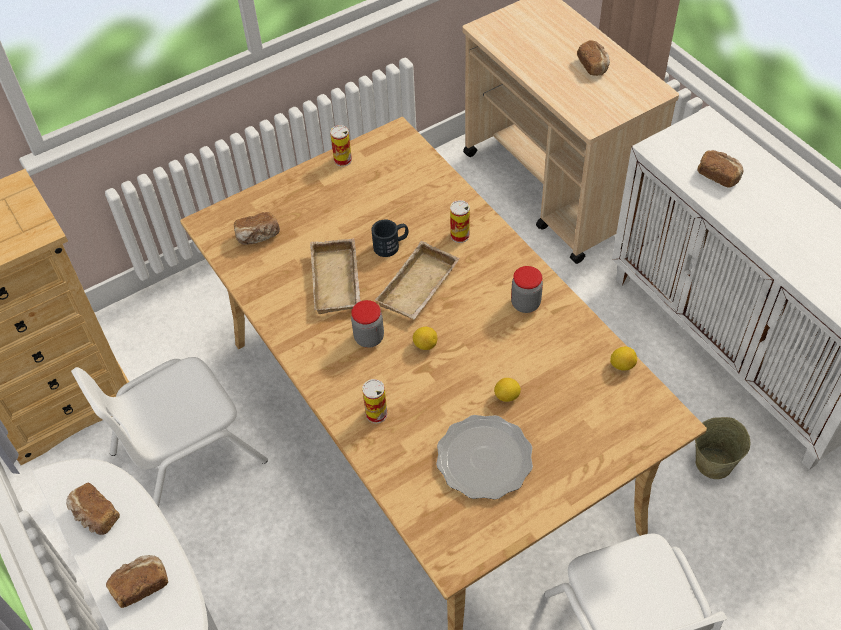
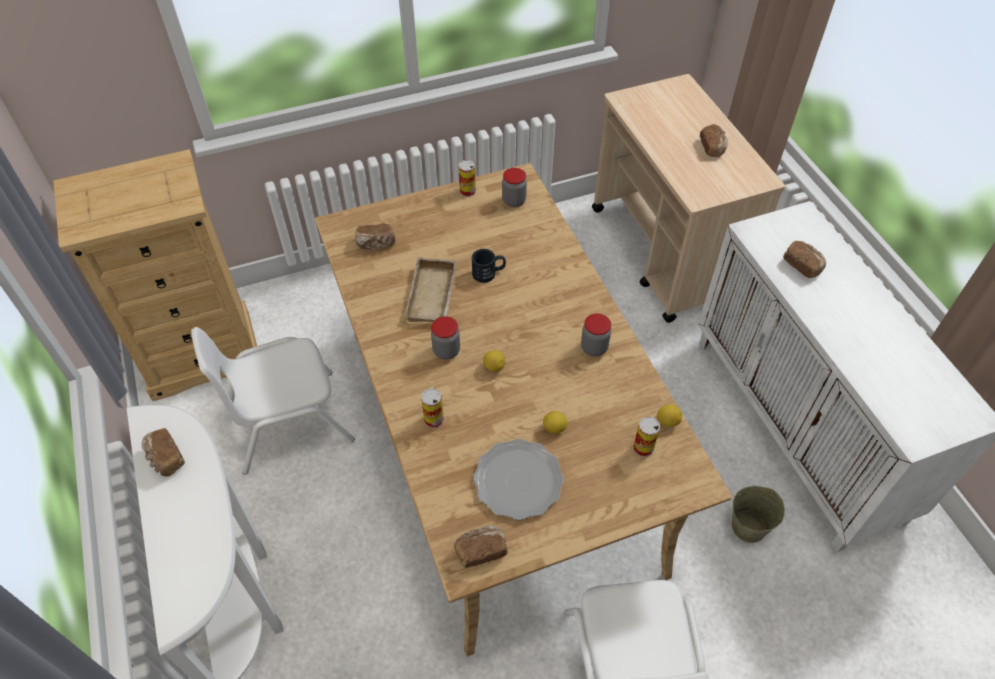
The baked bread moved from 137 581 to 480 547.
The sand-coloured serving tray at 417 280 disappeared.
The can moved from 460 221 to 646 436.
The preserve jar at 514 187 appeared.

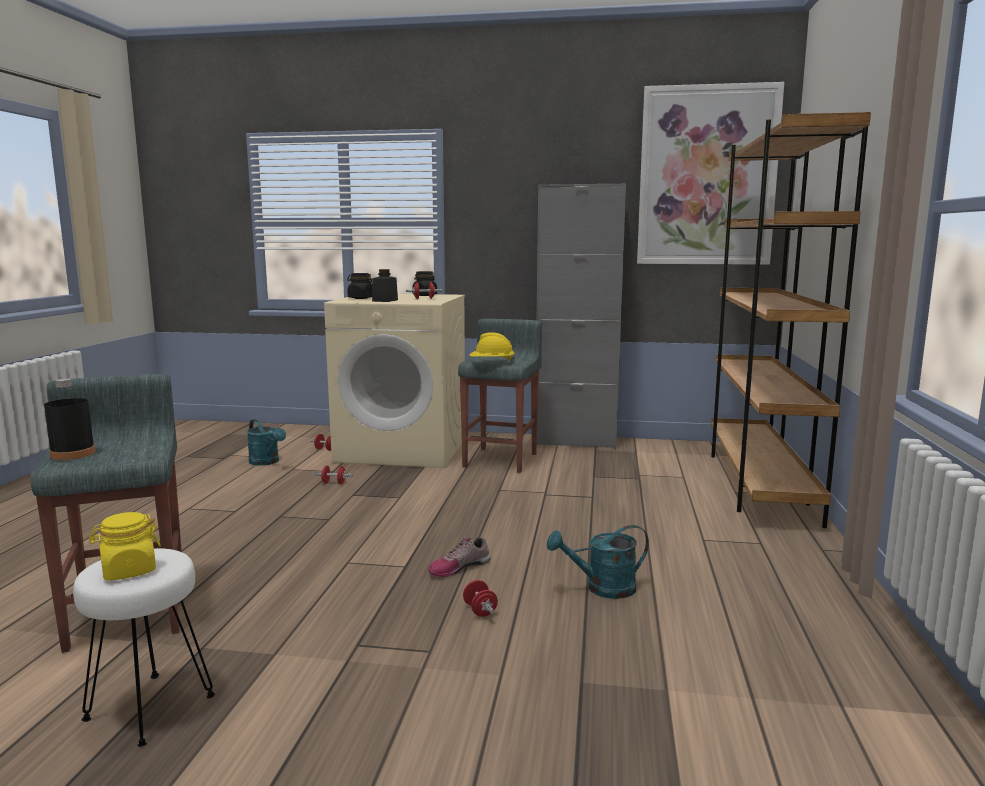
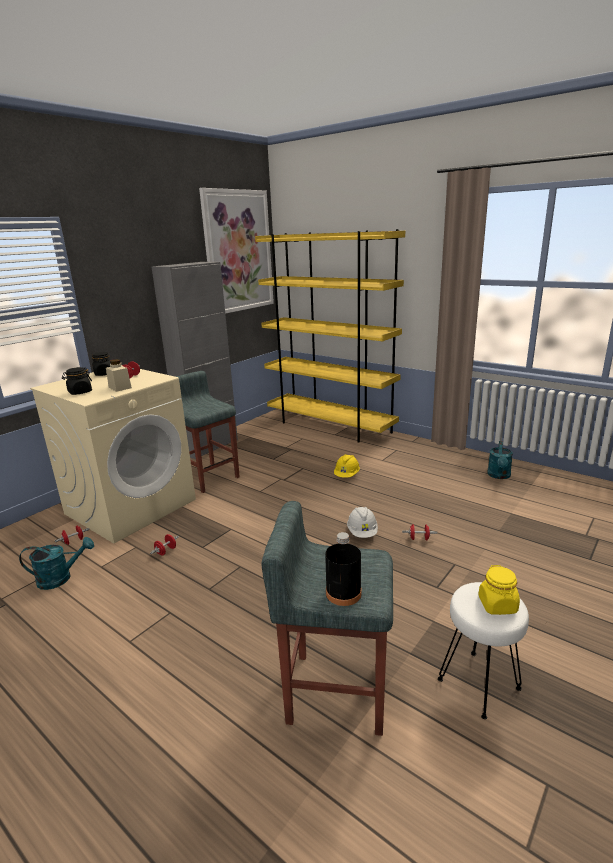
The blackish preserve jar at 385 285 became the sand-coloured preserve jar at 119 375.
The low shoe at 459 557 was replaced by the white-coloured safety helmet at 362 522.
The yellowish safety helmet moved from 492 347 to 347 466.
The turquoise sprinkling can moved from 598 562 to 500 460.
The brown-coloured shelving unit at 791 320 became the yellowish shelving unit at 330 336.

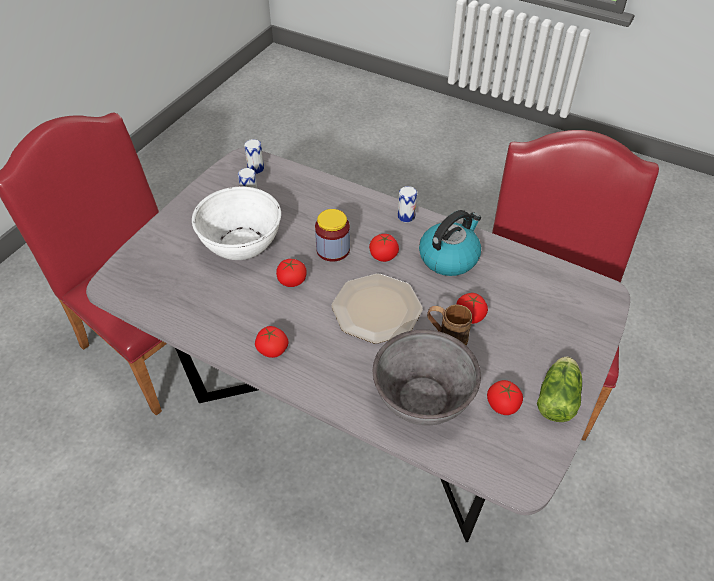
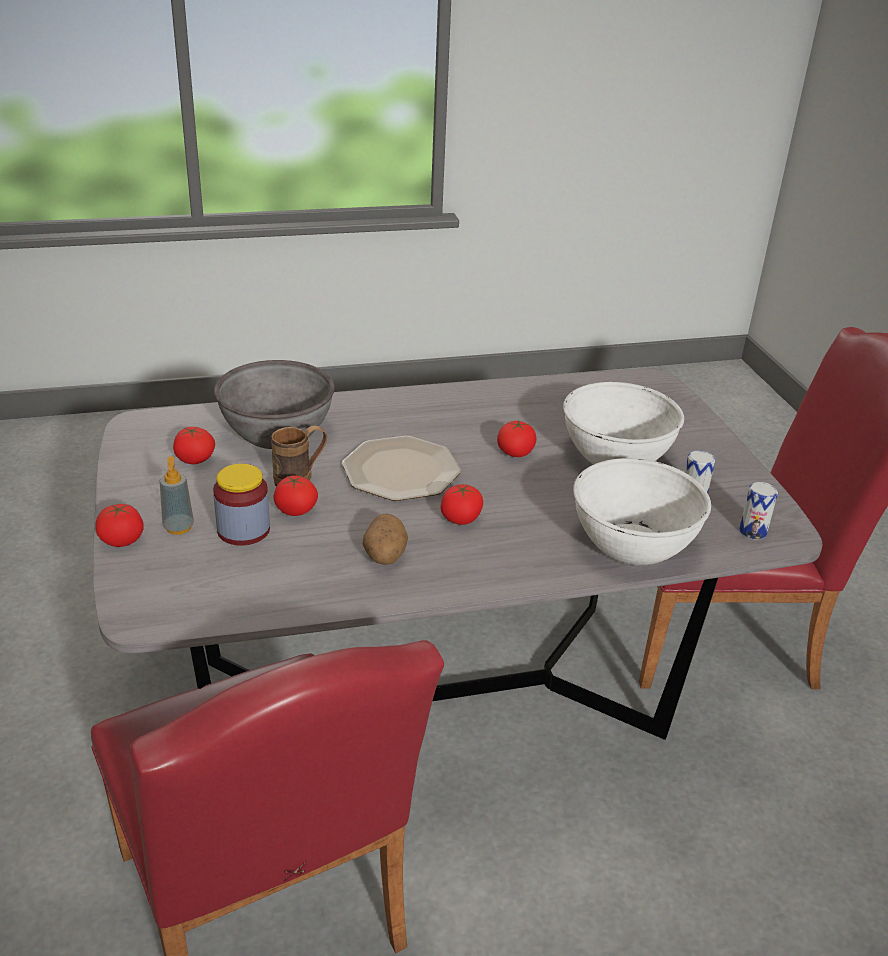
The fresh tomato moved from 272 342 to 119 525.
The preserve jar moved from 332 235 to 241 505.
The can at 407 204 disappeared.
The water kettle at 450 243 was replaced by the potato at 385 539.
The lettuce head at 559 389 disappeared.
The soap dispenser at 176 495 appeared.
The white-coloured bowl at 642 511 appeared.

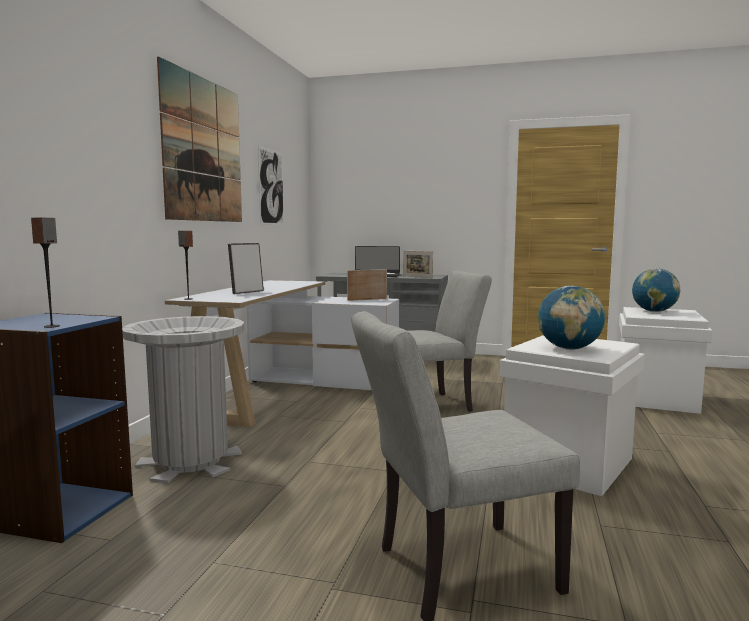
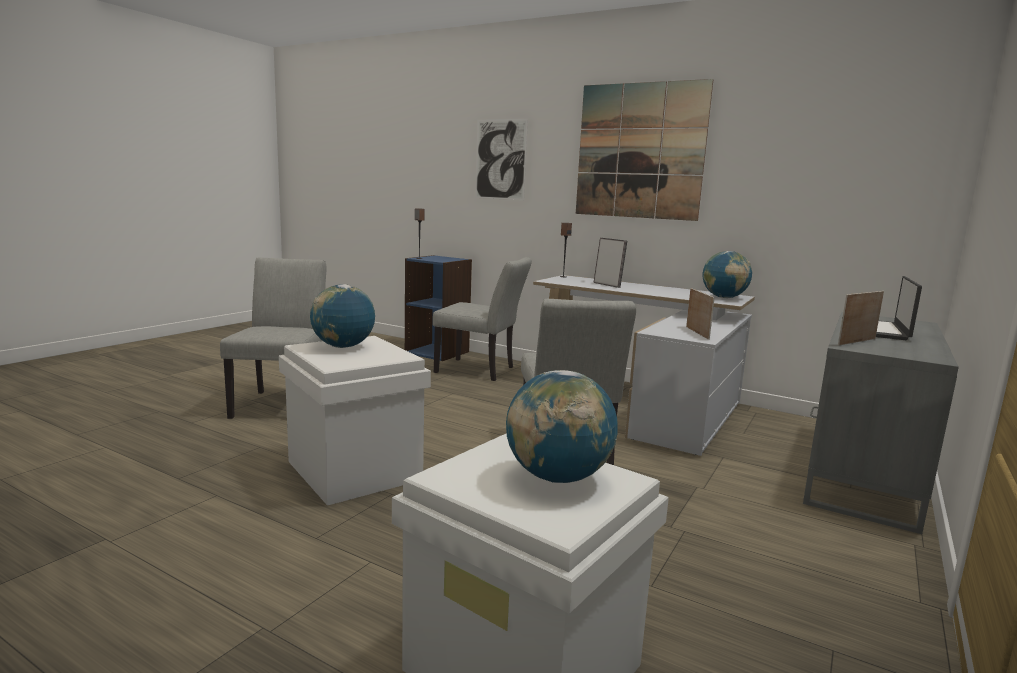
The greyish waste bin at 183 399 was replaced by the greyish chair at 482 319.
The wall picture moved from 271 185 to 501 159.
The desk globe at 727 274 appeared.

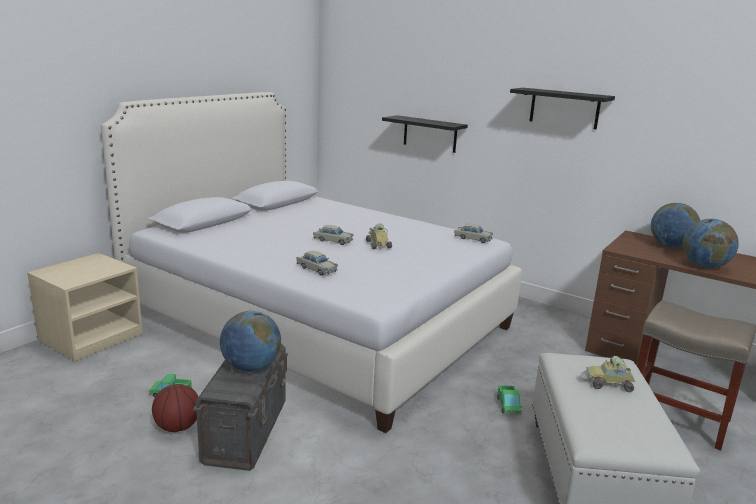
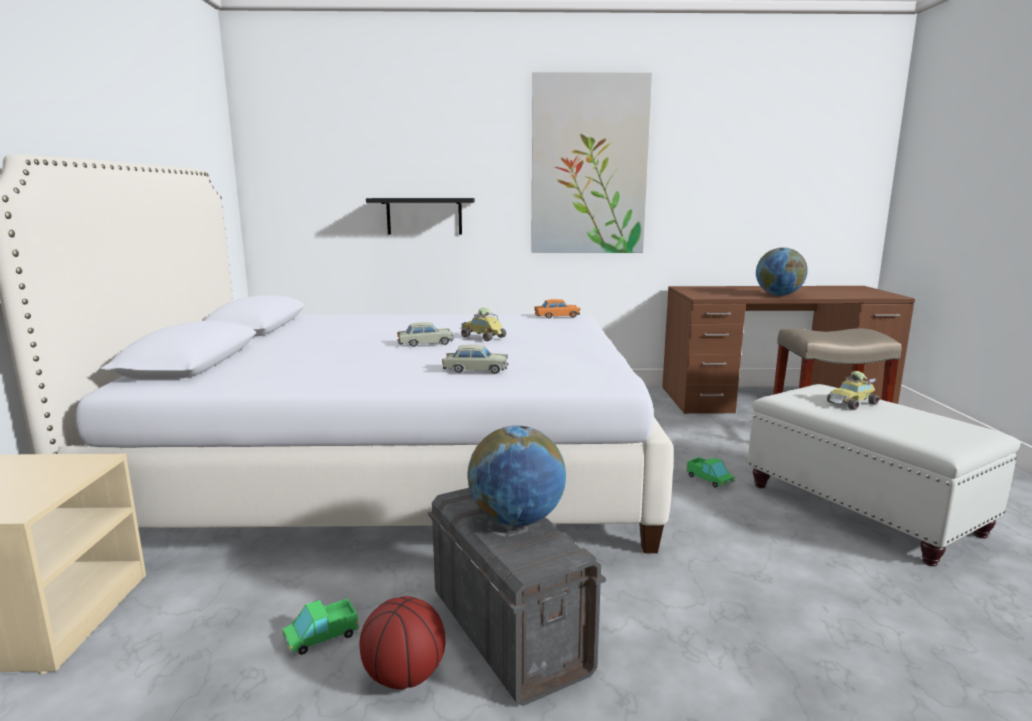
The sand-coloured miniature car at 474 233 became the orange miniature car at 557 308.
The blackish bracket shelf at 562 108 was replaced by the wall picture at 591 162.
The desk globe at 675 225 disappeared.

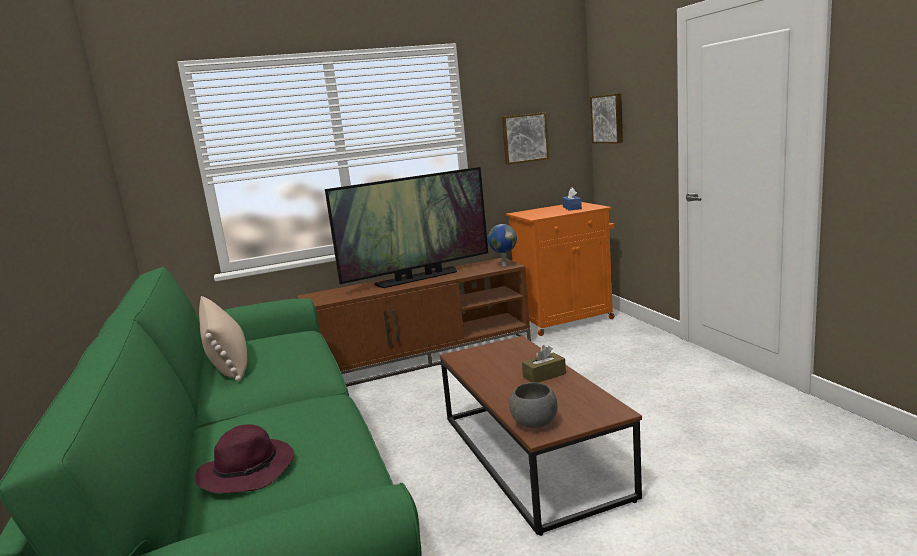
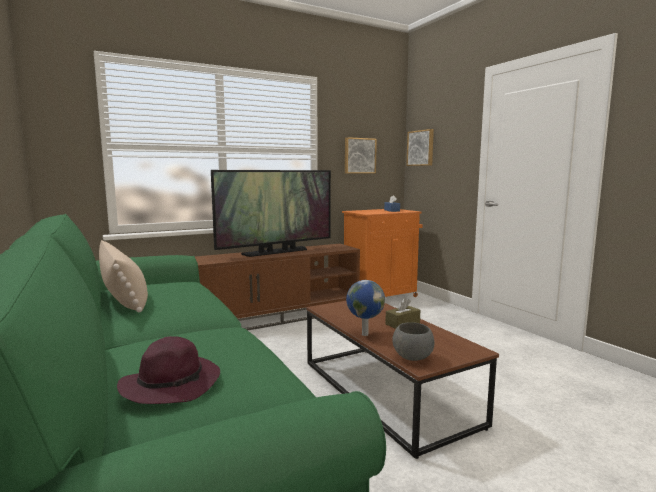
The desk globe moved from 502 245 to 365 308.

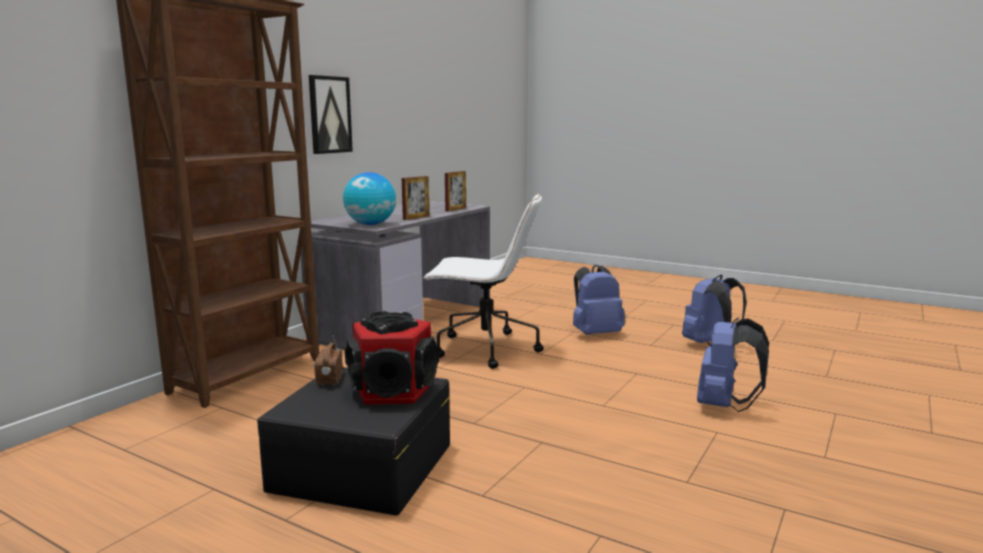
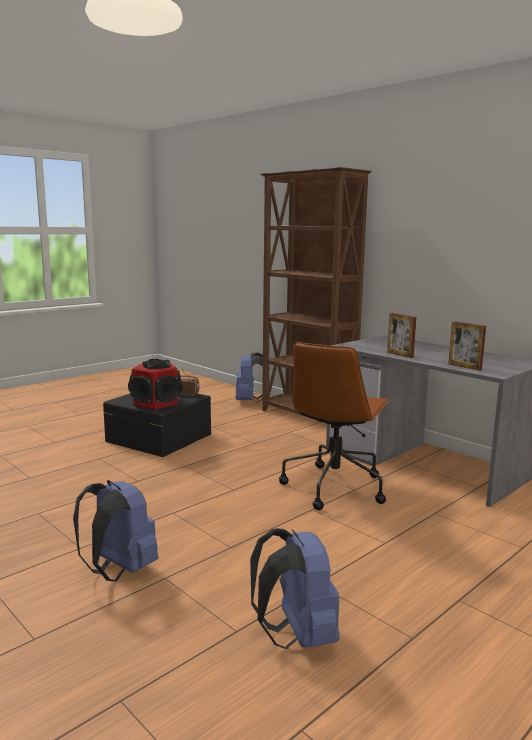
The wall picture at 331 114 disappeared.
The desk globe at 369 198 disappeared.
The white-coloured office chair at 483 281 became the brown-coloured office chair at 334 426.
The blue backpack moved from 599 299 to 249 377.

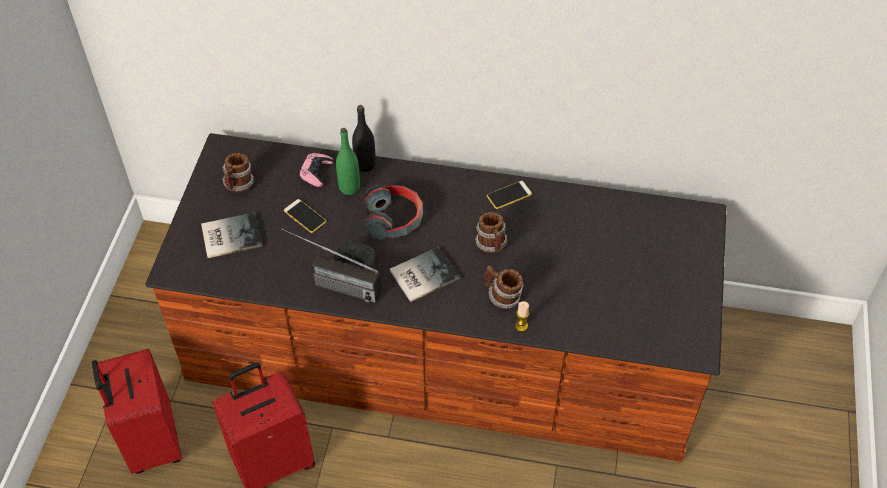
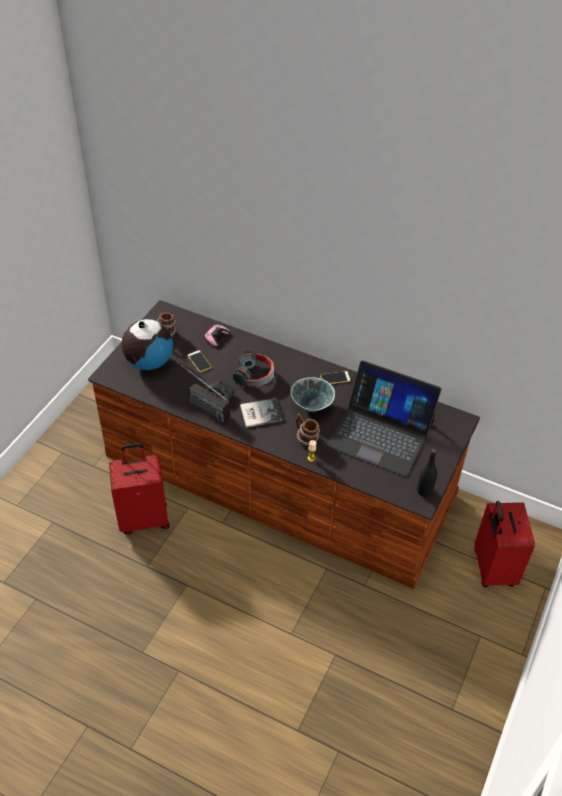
The red-coloured piece of luggage moved from 137 411 to 504 544.
The volume at 232 235 was replaced by the desk globe at 147 344.
The green-coloured beverage bottle at 348 161 disappeared.
The blackish beverage bottle moved from 364 138 to 427 473.
The coffee mug at 491 232 was replaced by the bowl at 313 394.
The notebook computer at 384 418 appeared.

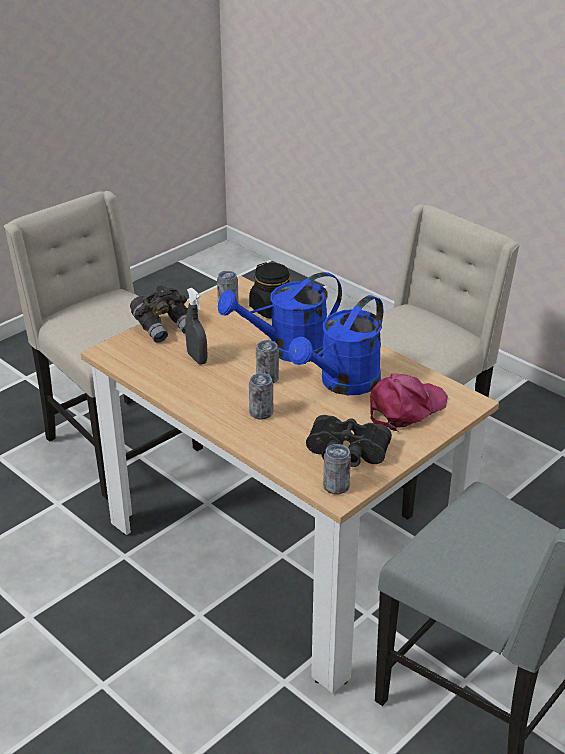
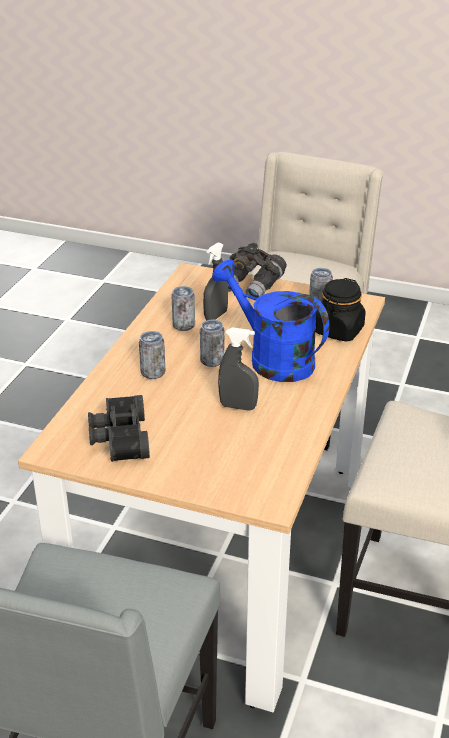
The blue sprinkling can at 335 345 was replaced by the greyish sprayer at 238 369.
The can moved from 337 469 to 183 308.
The pinkish baseball cap at 409 402 disappeared.

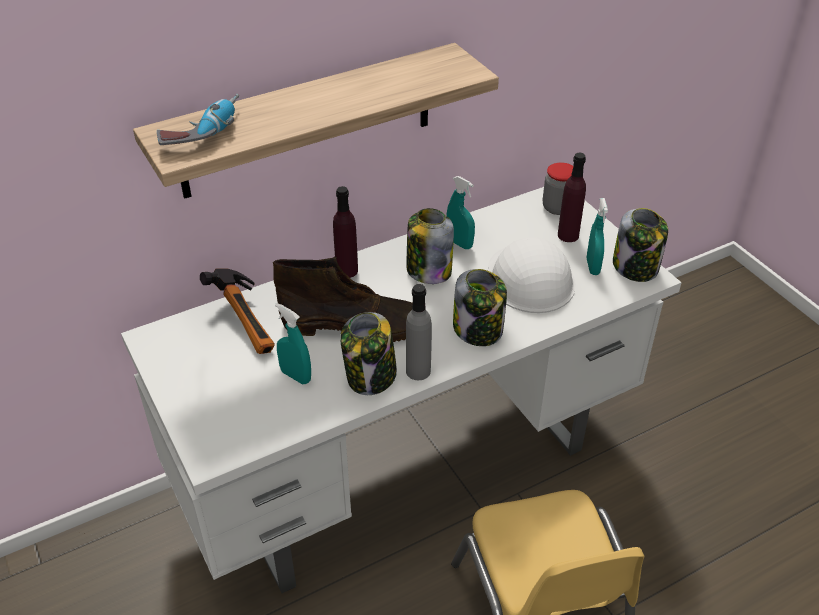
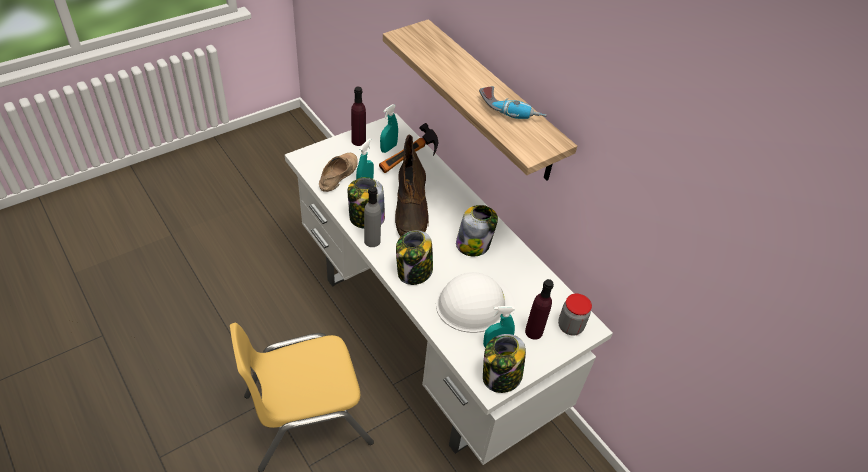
The electric drill moved from 198 119 to 513 102.
The purple-coloured beverage bottle moved from 345 232 to 358 116.
The turquoise sprayer moved from 460 212 to 389 128.
The sand-coloured low shoe at 338 172 appeared.

